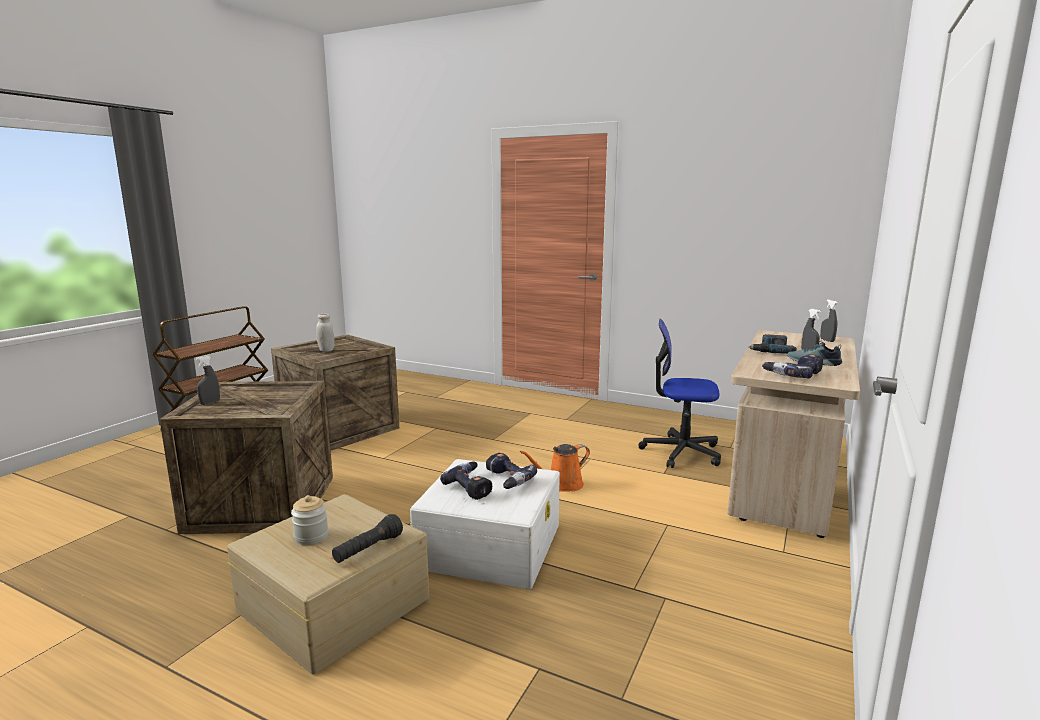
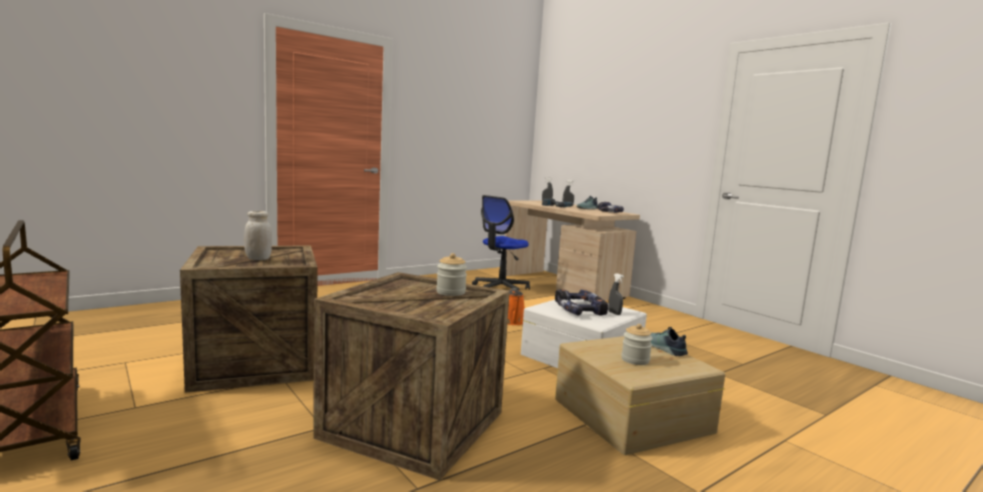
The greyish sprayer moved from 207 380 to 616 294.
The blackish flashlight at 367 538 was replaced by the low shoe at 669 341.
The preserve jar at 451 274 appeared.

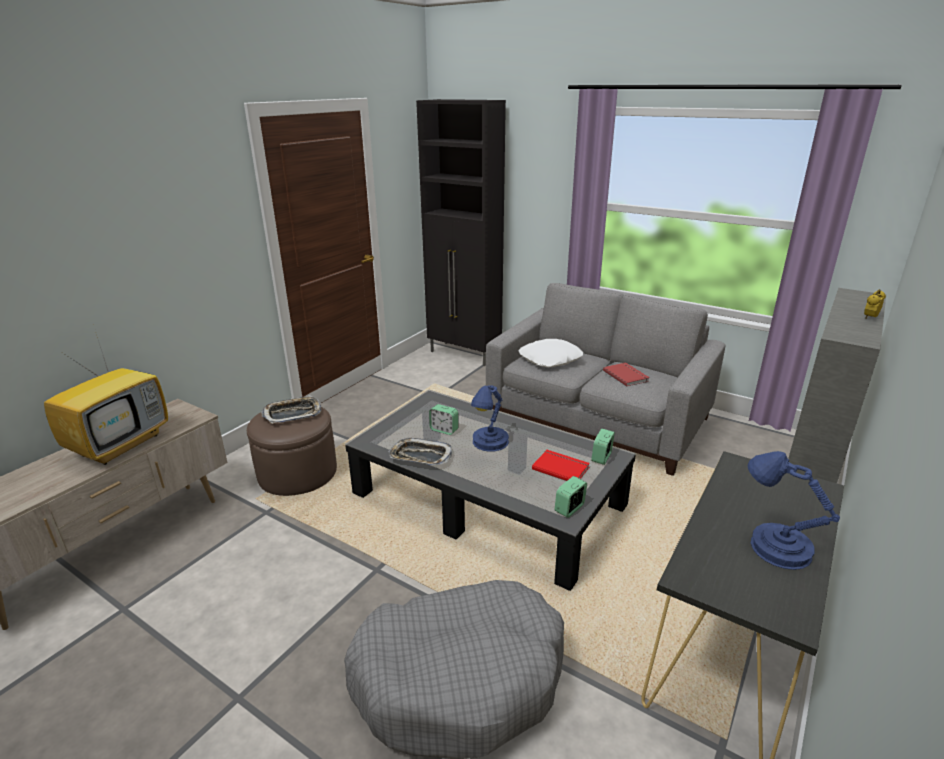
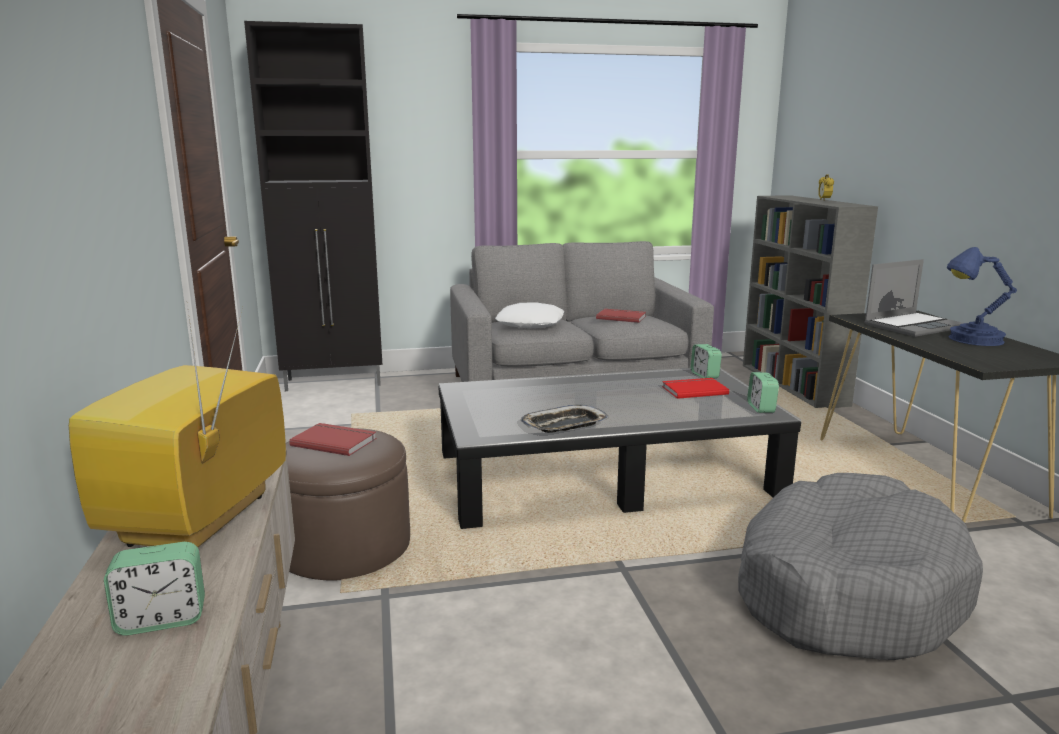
The TV set at 106 401 turned 150 degrees counterclockwise.
The serving tray at 291 409 was replaced by the red-coloured volume at 333 439.
The alarm clock moved from 443 419 to 154 588.
The blue lamp for a table at 490 418 disappeared.
The notebook computer at 913 298 appeared.

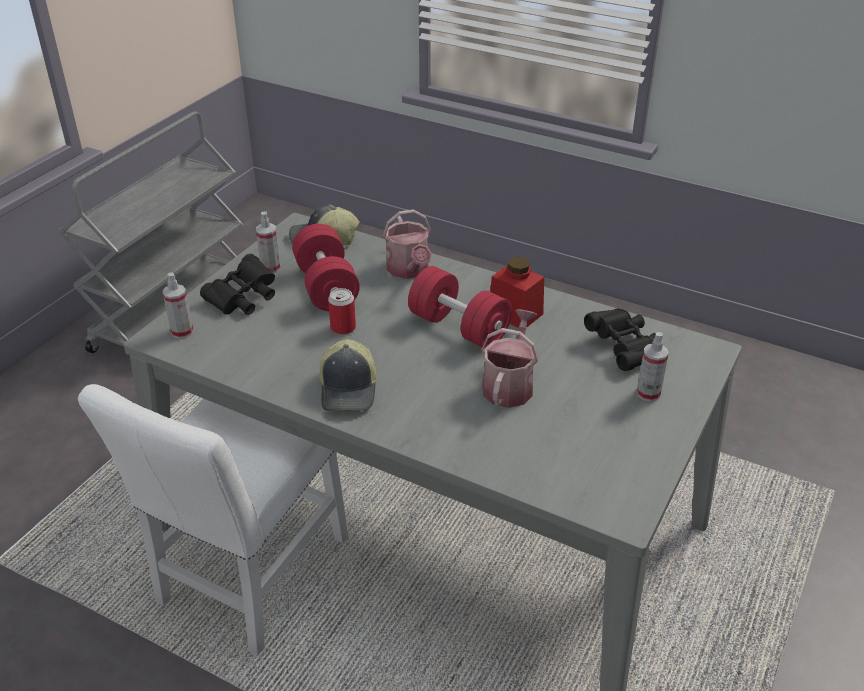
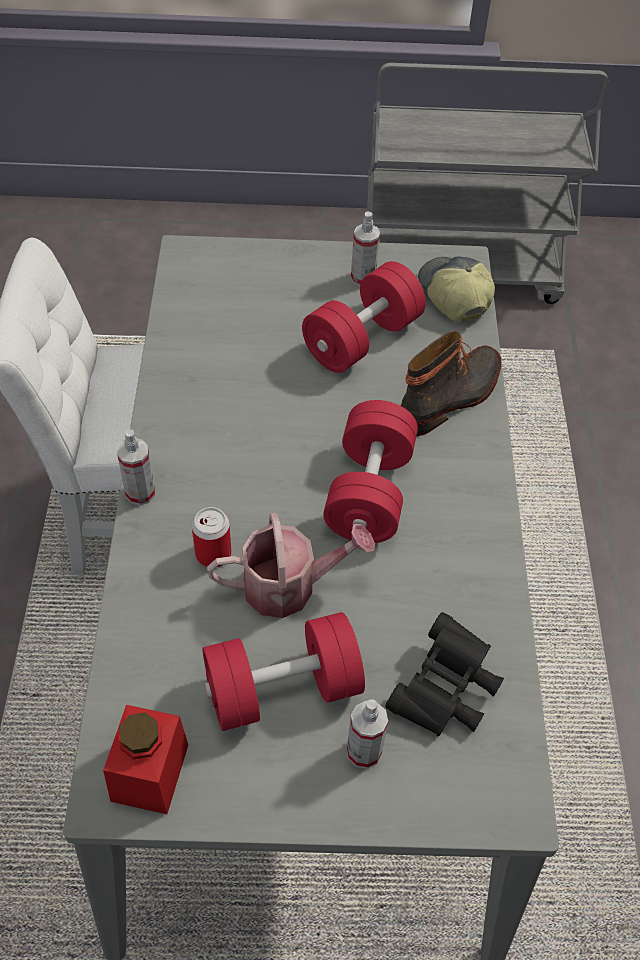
The sprayer moved from 178 305 to 136 467.
The blackish field glasses at 237 284 disappeared.
The baseball cap at 348 375 disappeared.
The can moved from 342 311 to 212 537.
The sprinkling can at 407 244 was replaced by the tall boot at 451 384.
The red-coloured preserve jar moved from 517 292 to 145 759.
The red-coloured free weight at 283 671 appeared.

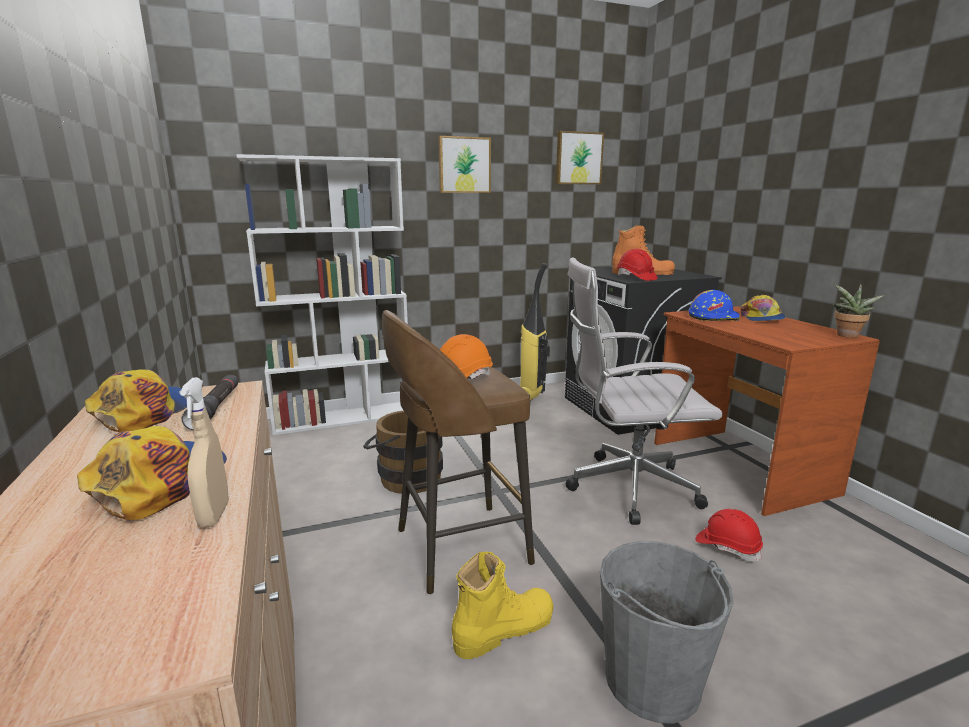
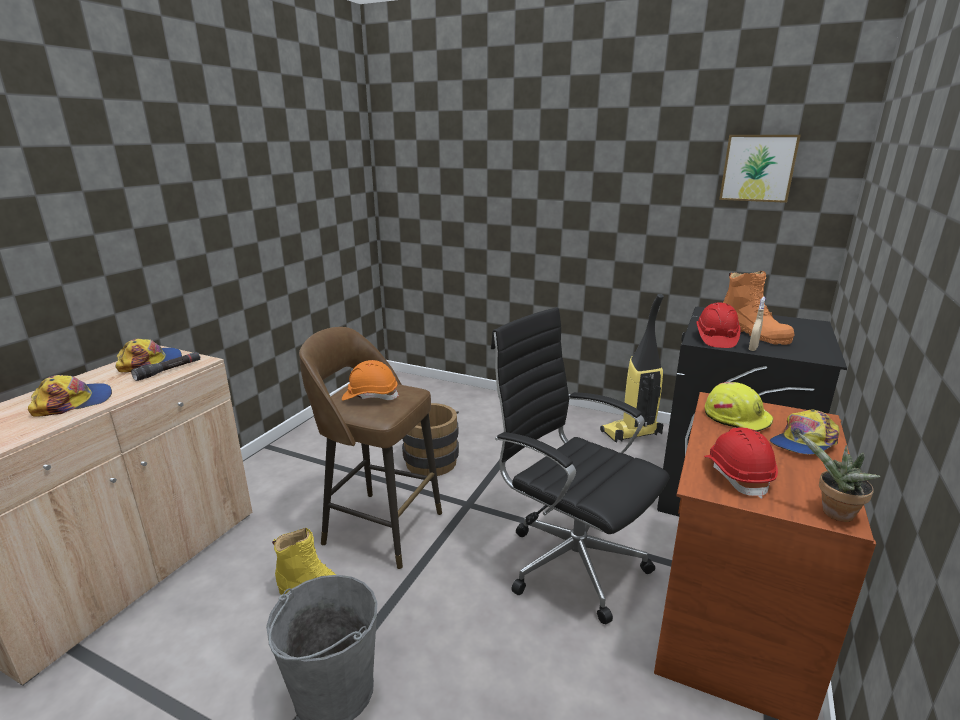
The sand-coloured sprayer moved from 204 452 to 757 324.
The white-coloured shelving unit at 322 294 disappeared.
The wall picture at 464 164 disappeared.
The white-coloured office chair at 644 391 became the blackish office chair at 580 466.
The blue safety helmet at 714 305 became the yellowish safety helmet at 739 407.
The red-coloured safety helmet moved from 729 535 to 741 463.

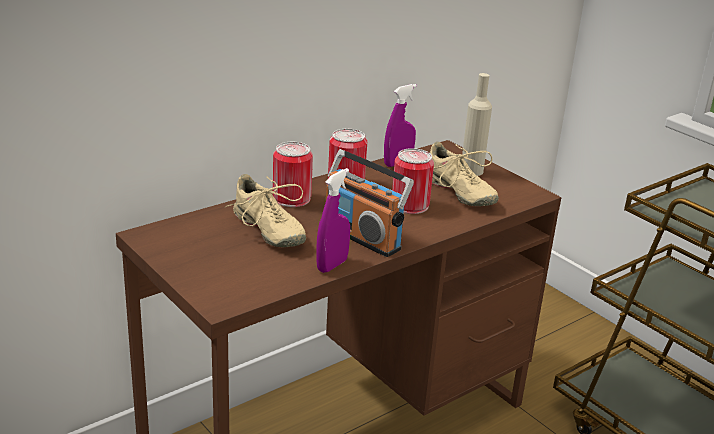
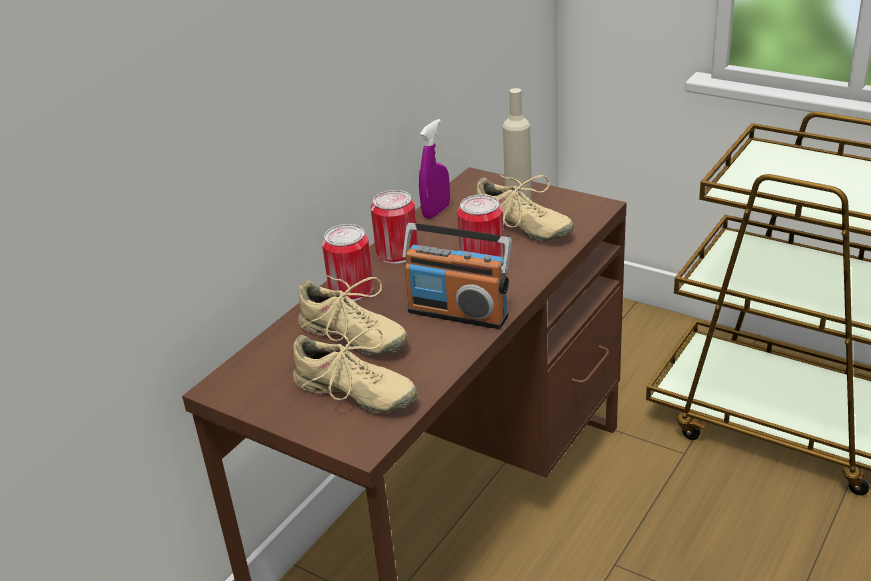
The purple-coloured sprayer at 333 220 disappeared.
The sand-coloured low shoe at 355 370 appeared.

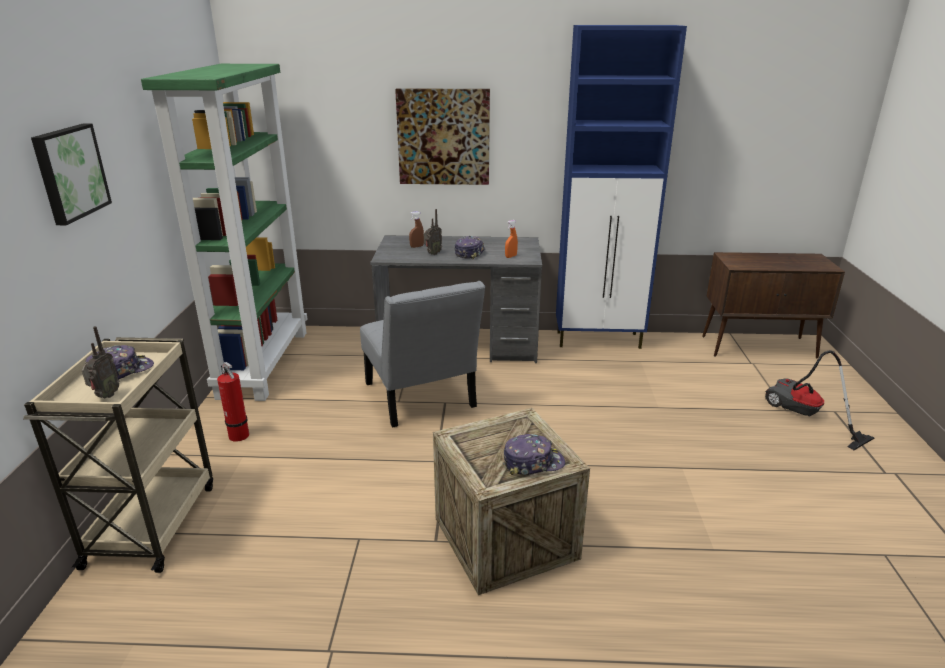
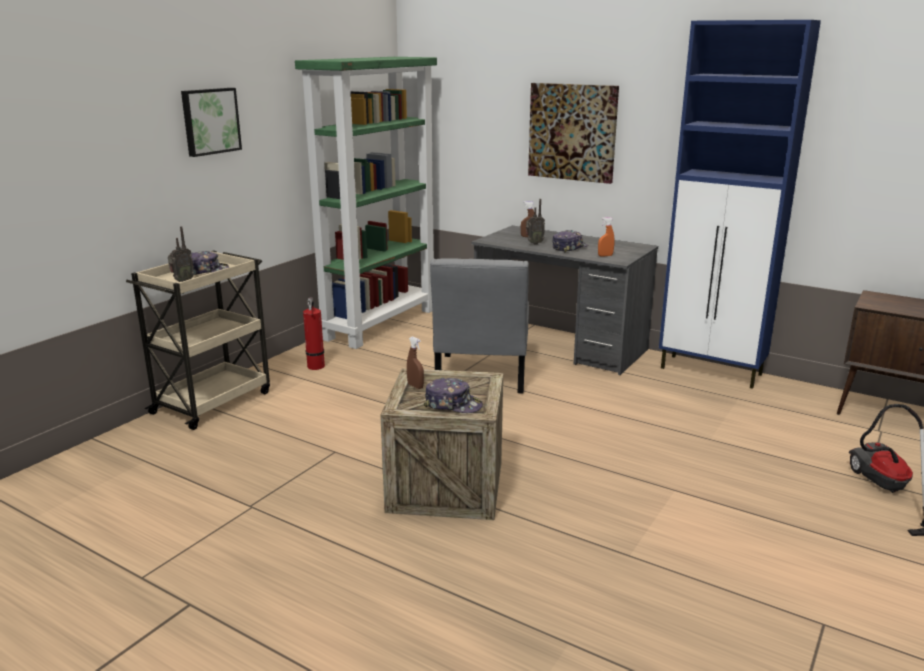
The brown-coloured sprayer at 415 362 appeared.

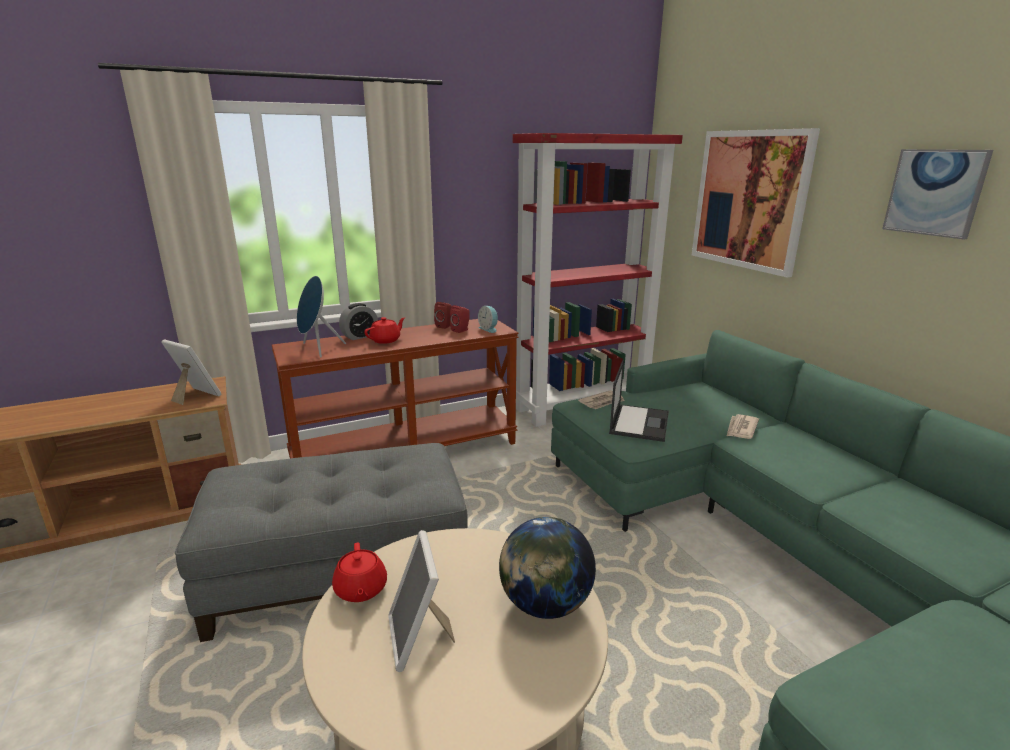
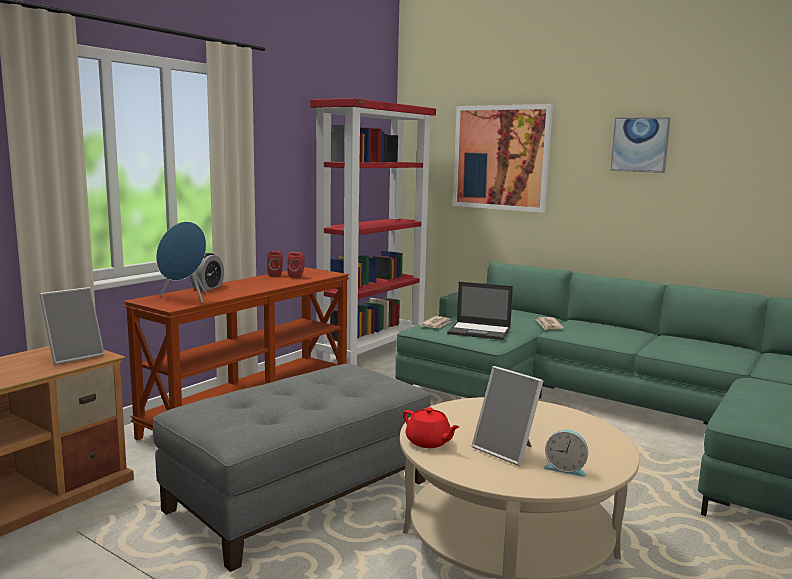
The photo frame at 191 372 turned 135 degrees clockwise.
The red-coloured teapot at 384 330 disappeared.
The alarm clock moved from 488 319 to 566 453.
The desk globe at 547 568 disappeared.
The notebook computer at 639 401 turned 120 degrees clockwise.

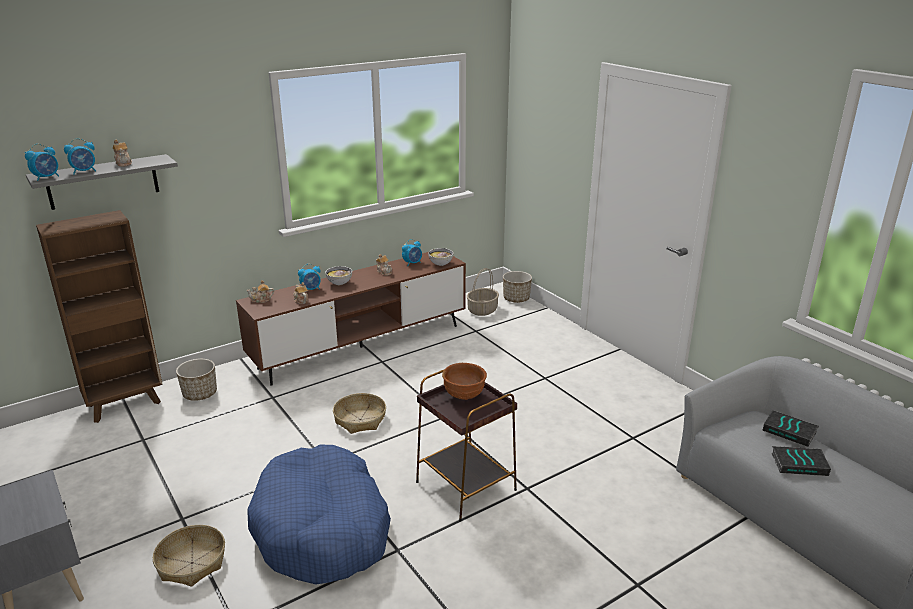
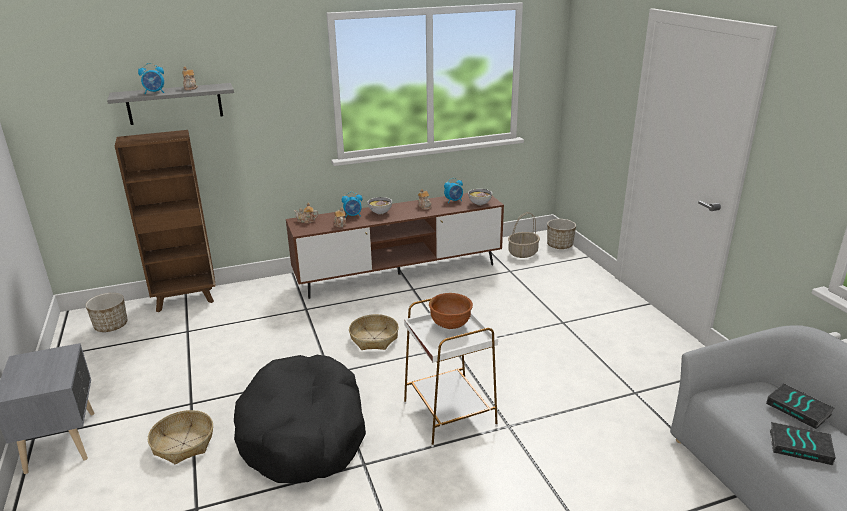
The alarm clock at 42 162 disappeared.
The plant pot moved from 196 380 to 106 312.
The blue pet bed at 319 514 became the blackish pet bed at 300 419.
The brown-coloured accent table at 466 446 became the white-coloured accent table at 451 372.

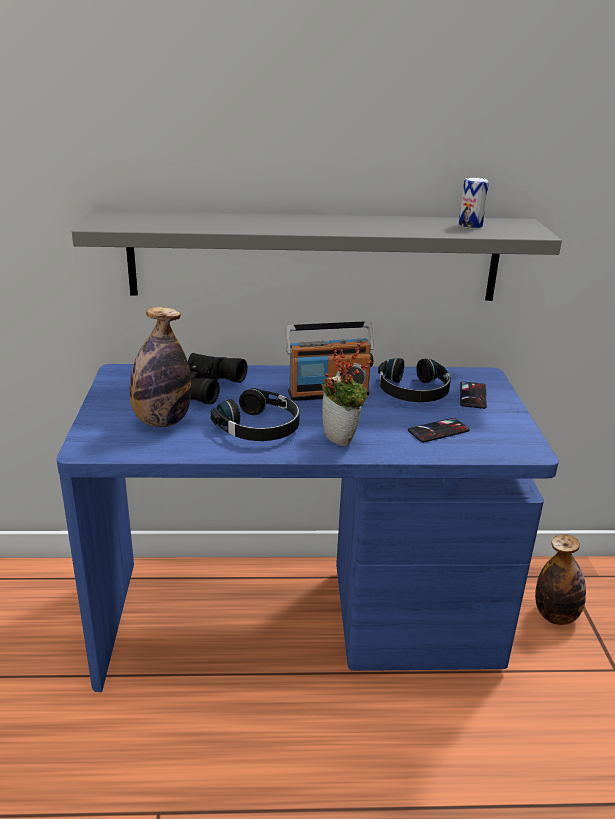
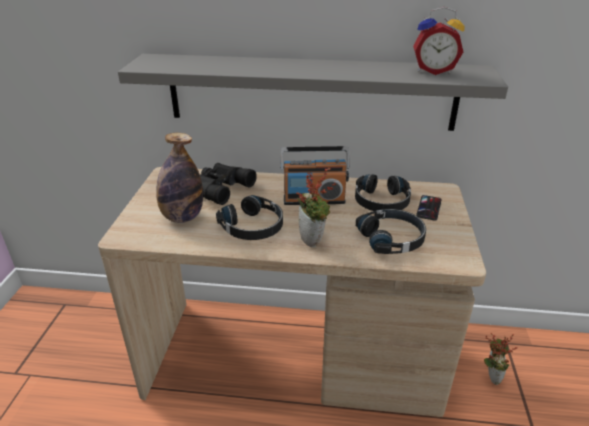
The blue desk table at 308 528 became the sand-coloured desk table at 292 292.
The phone at 439 430 was replaced by the blackish headphones at 391 231.
The can at 474 203 was replaced by the alarm clock at 439 41.
The beverage bottle at 560 579 was replaced by the potted plant at 501 359.

